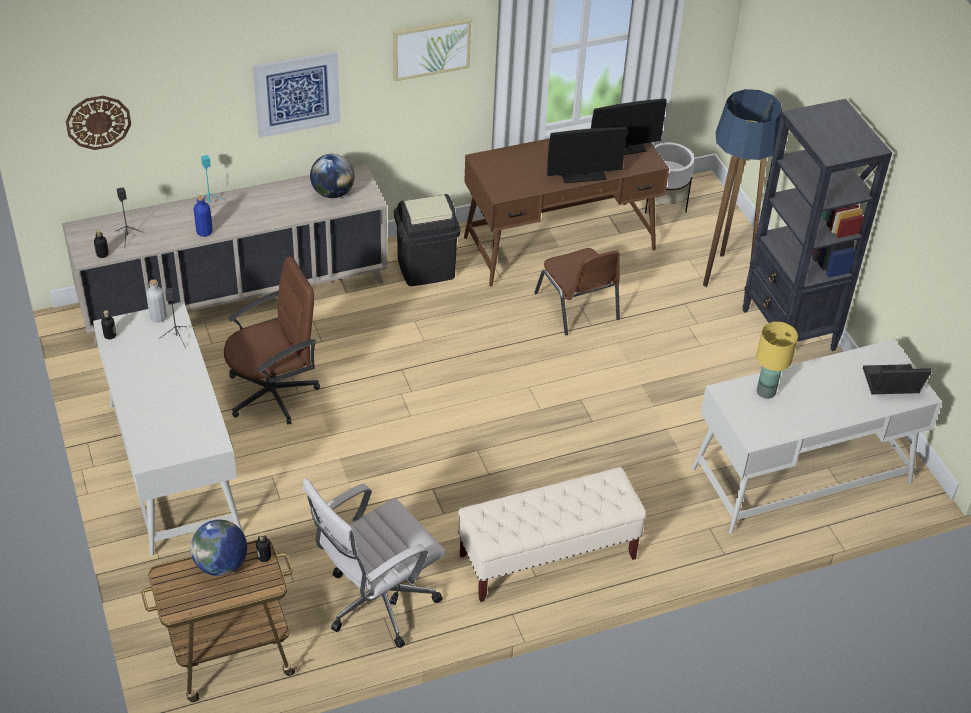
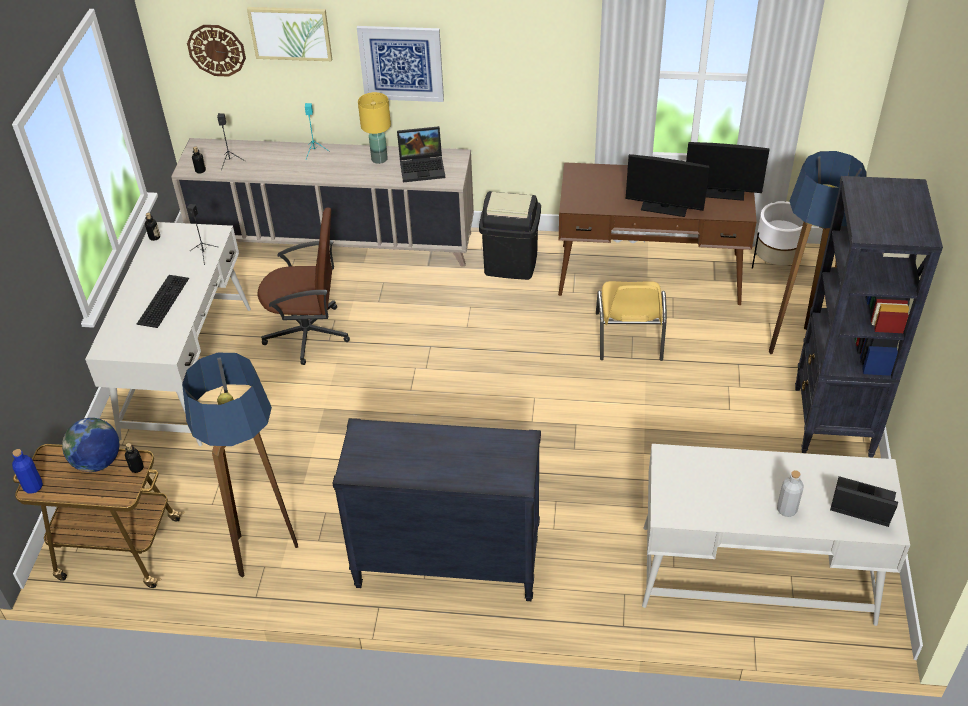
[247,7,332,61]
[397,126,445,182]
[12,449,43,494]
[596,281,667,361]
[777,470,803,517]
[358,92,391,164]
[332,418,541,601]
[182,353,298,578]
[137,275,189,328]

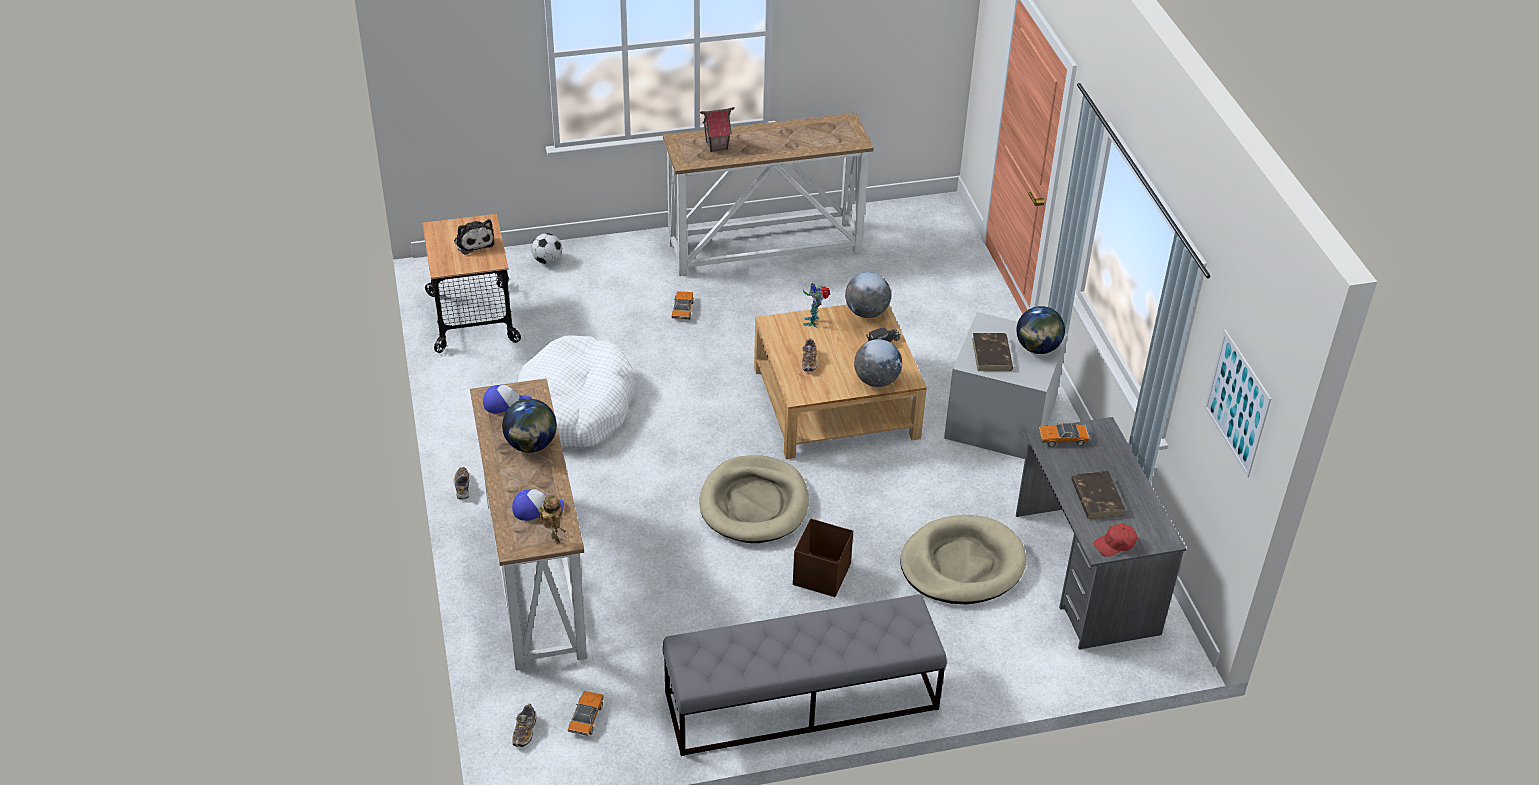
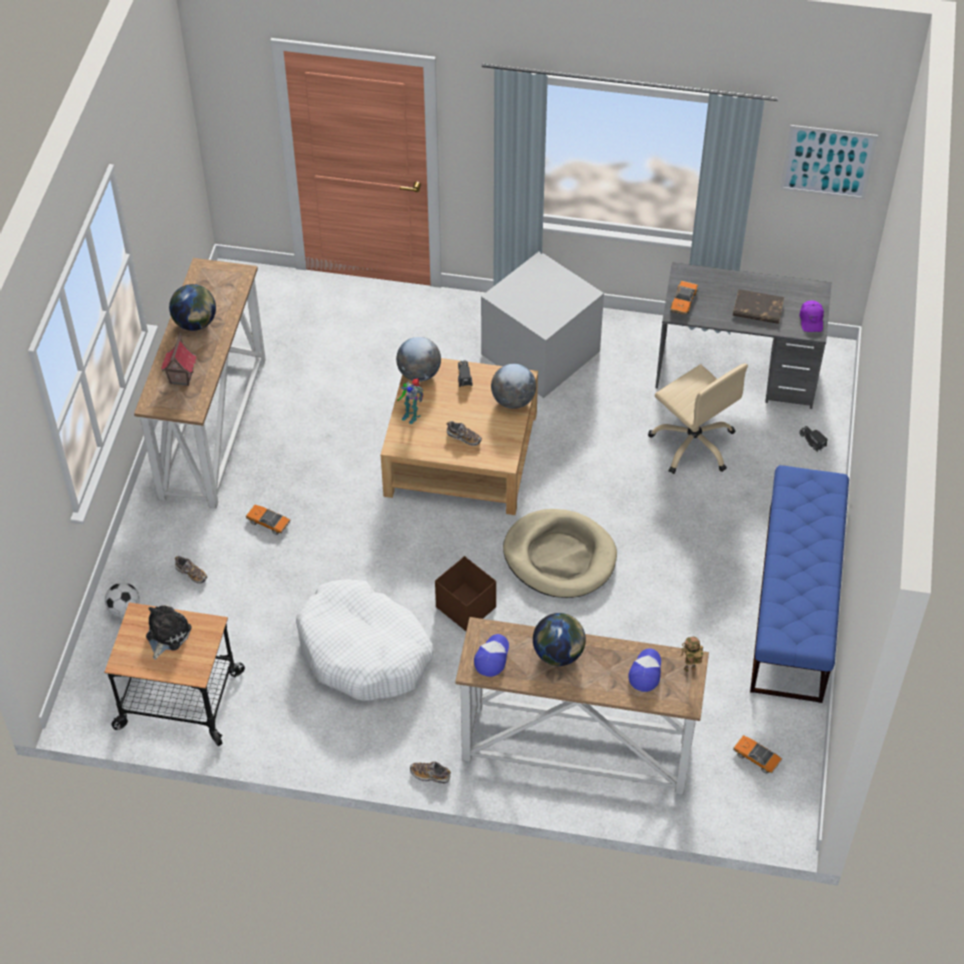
[146,605,192,660]
[169,284,216,331]
[972,333,1013,371] (first image)
[648,363,748,474]
[435,556,496,631]
[799,300,824,332]
[750,465,849,703]
[175,556,207,584]
[799,426,828,452]

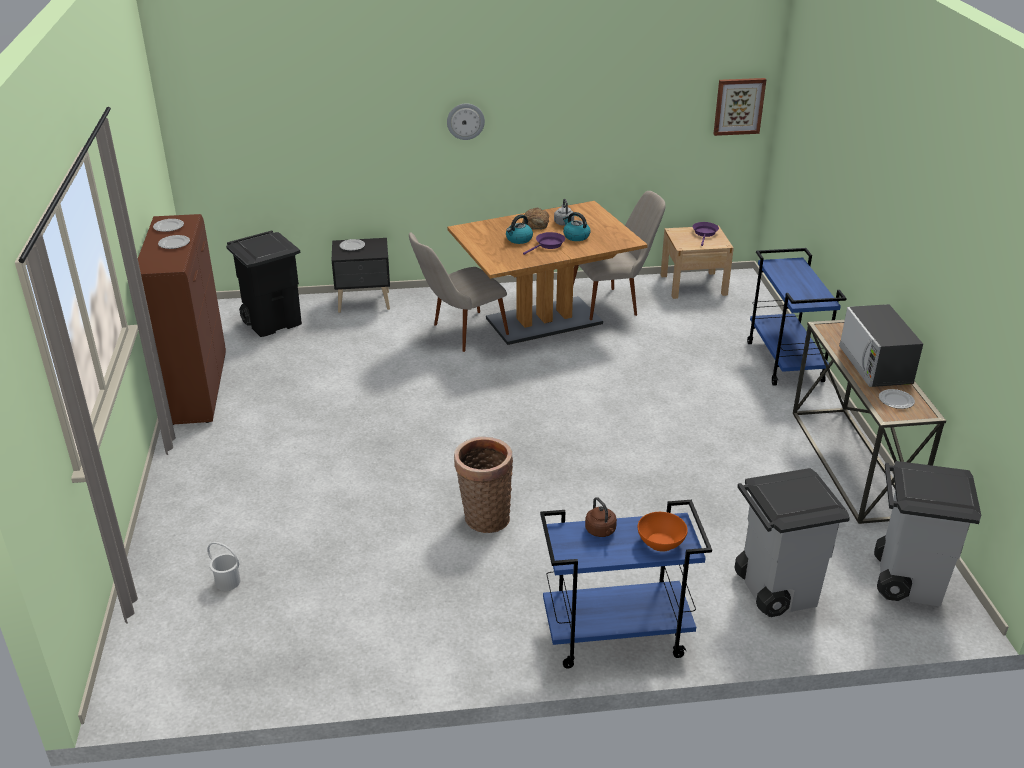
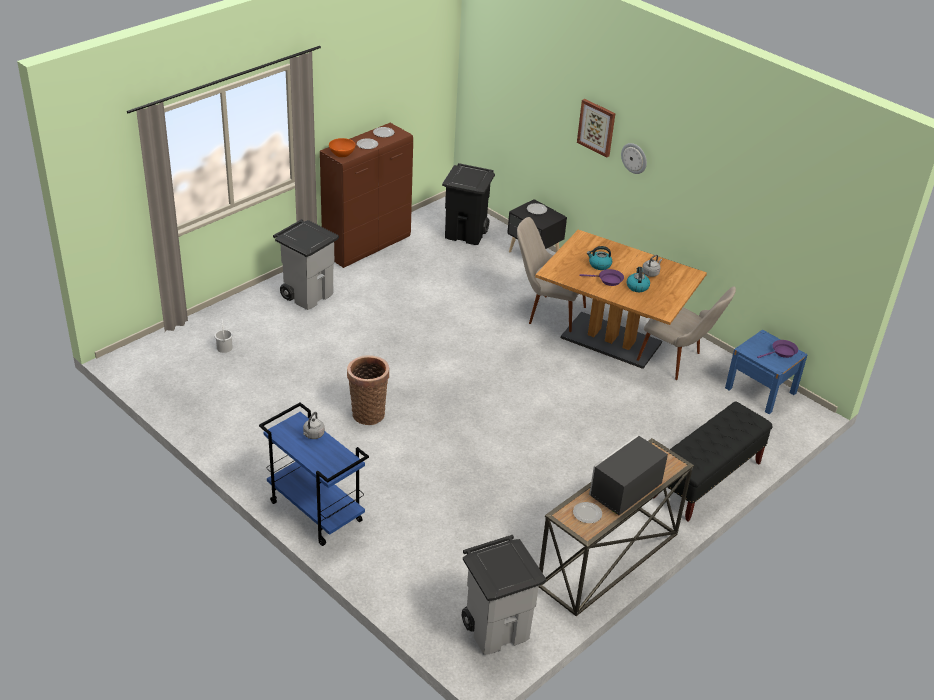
[577,99,615,158]
[522,208,549,230] (first image)
[725,330,808,414]
[654,402,773,521]
[273,219,339,310]
[303,412,325,439]
[329,138,355,157]

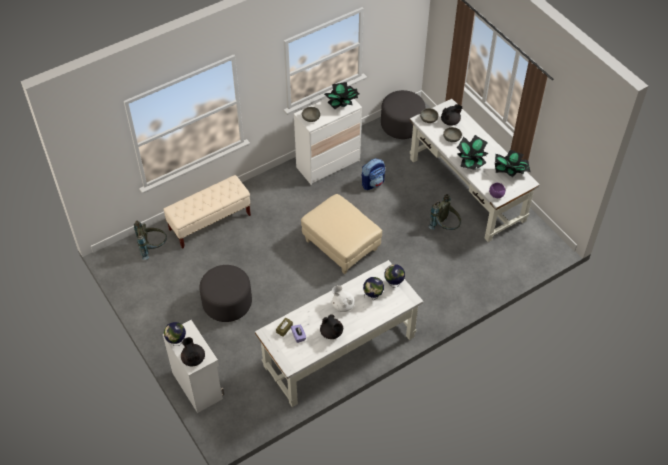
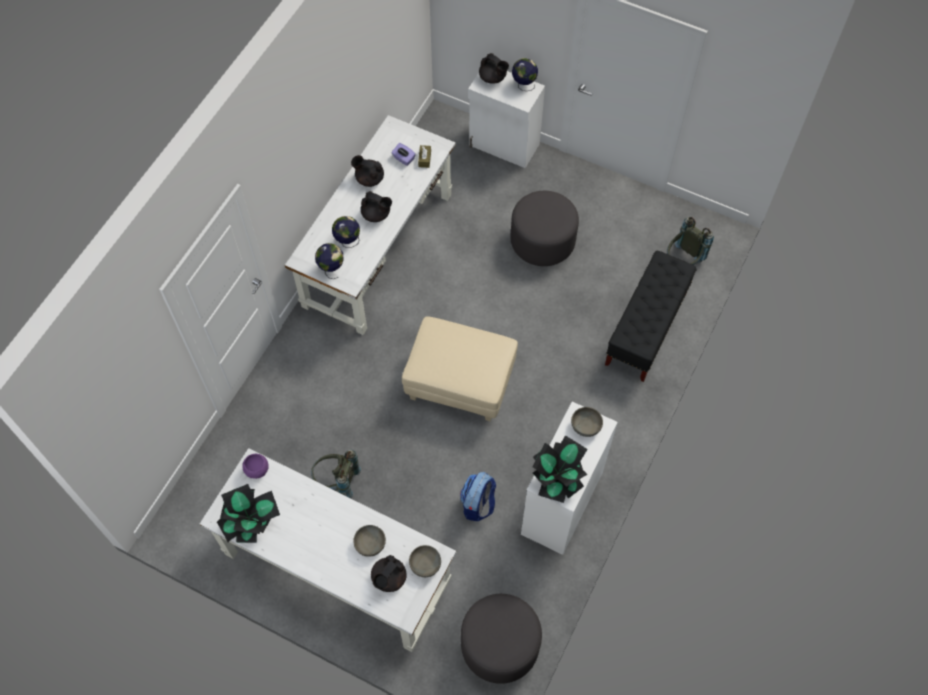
[456,135,488,170] (first image)
[605,251,697,382]
[361,191,392,222]

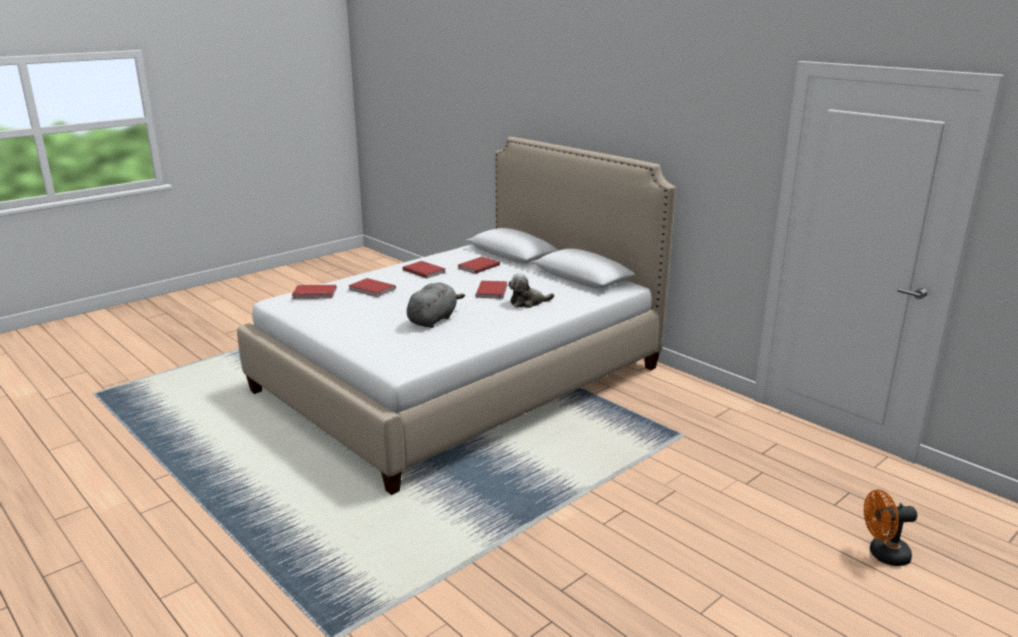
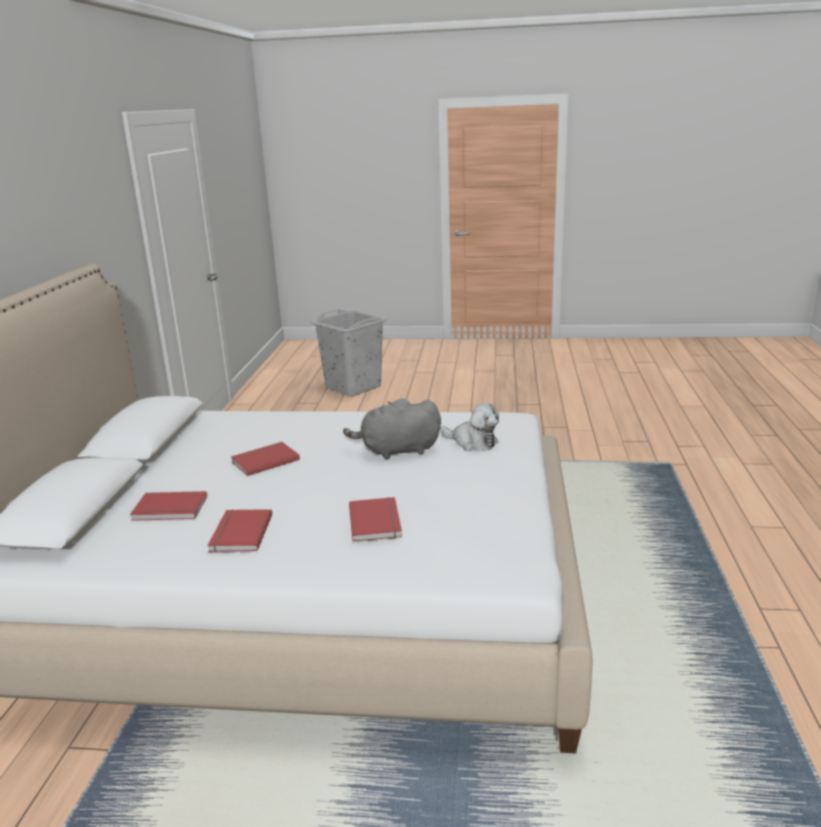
[440,403,499,451]
[292,285,337,299] (first image)
[310,309,387,397]

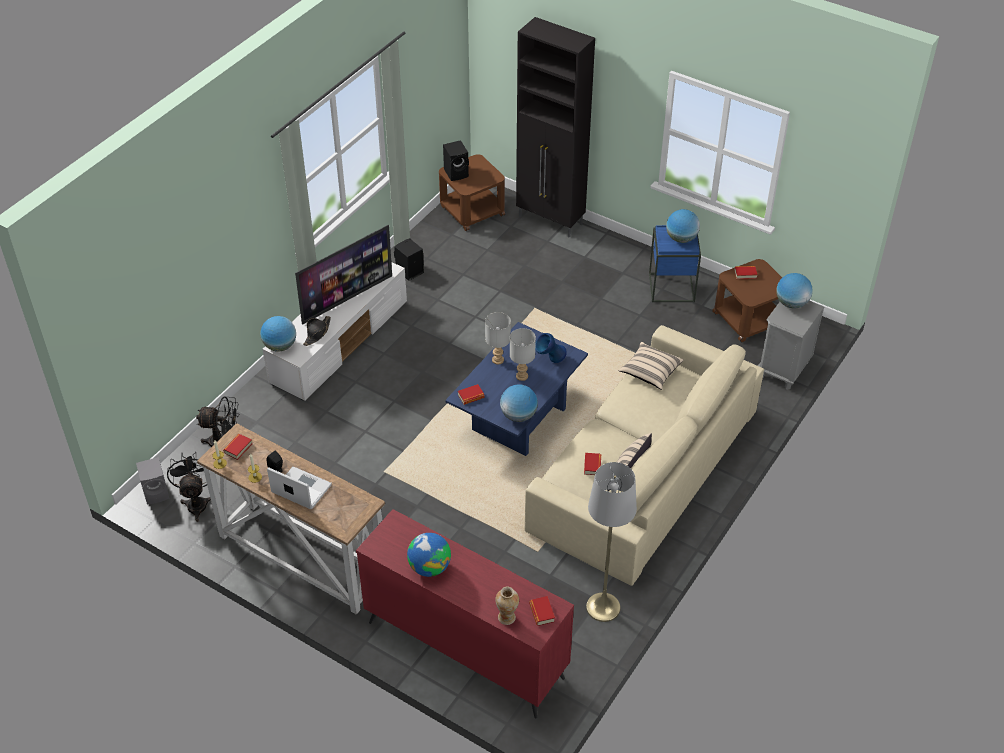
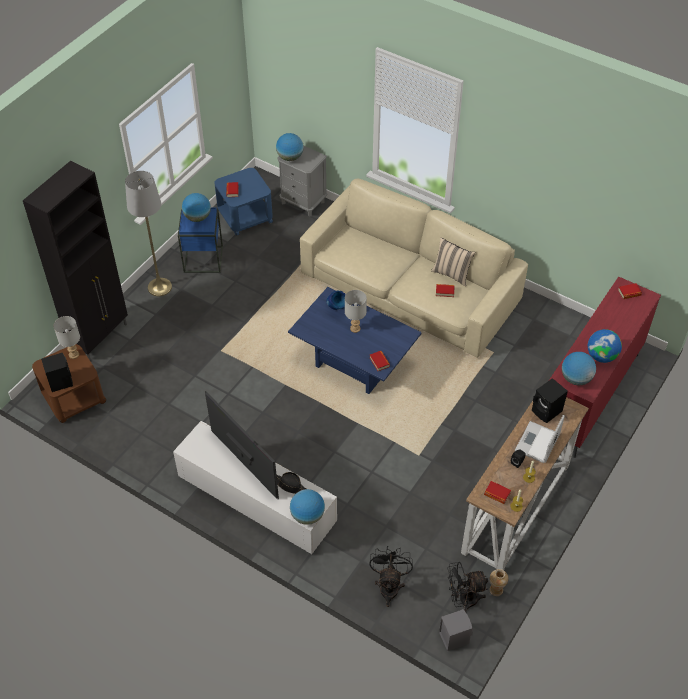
[532,378,568,423]
[214,168,273,236]
[54,316,80,359]
[618,342,684,390] (first image)
[562,352,596,385]
[125,171,172,296]
[489,569,508,596]

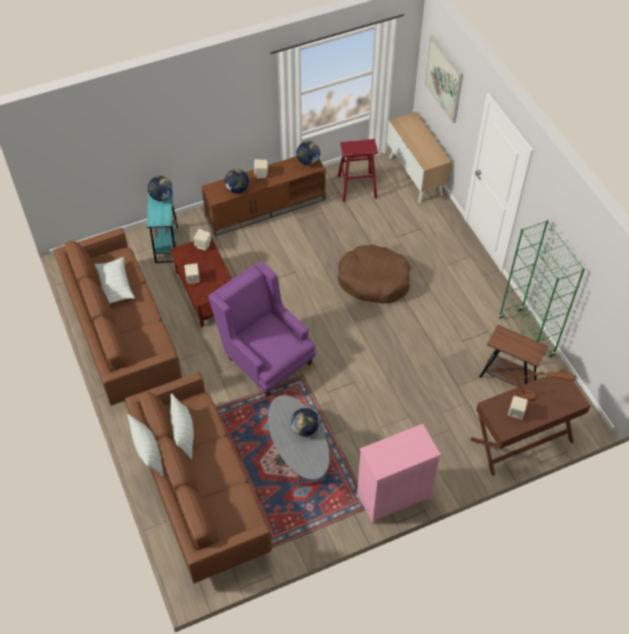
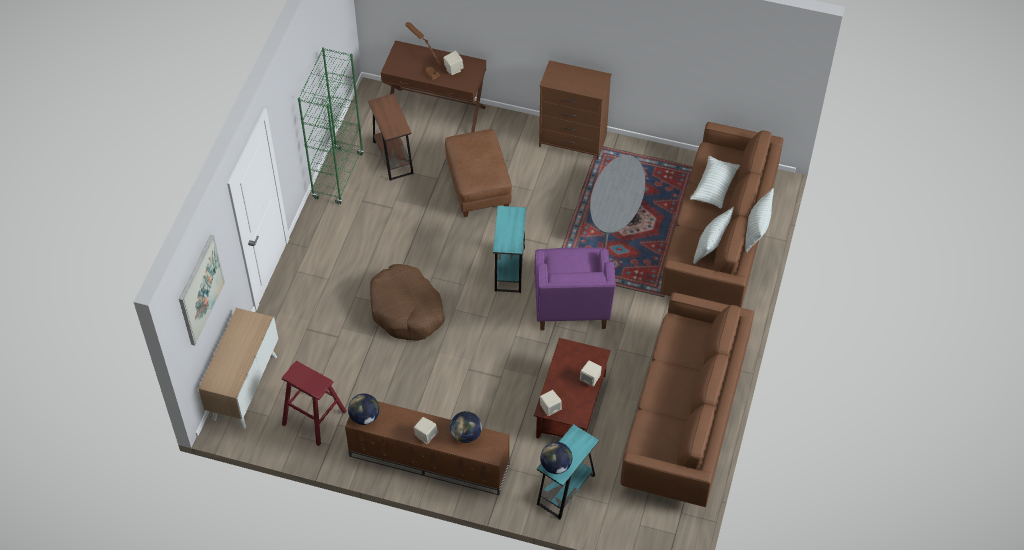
[690,156,740,209]
[291,408,319,436] (first image)
[539,60,612,160]
[445,129,512,217]
[493,206,526,293]

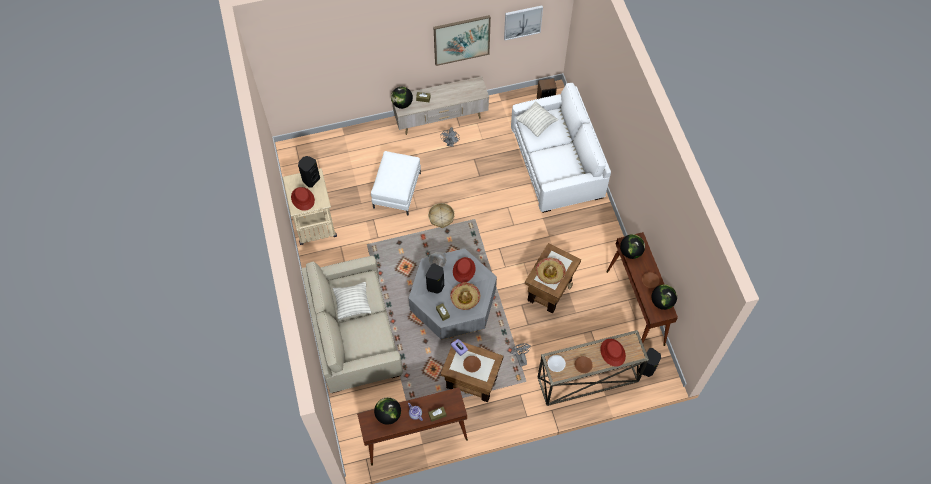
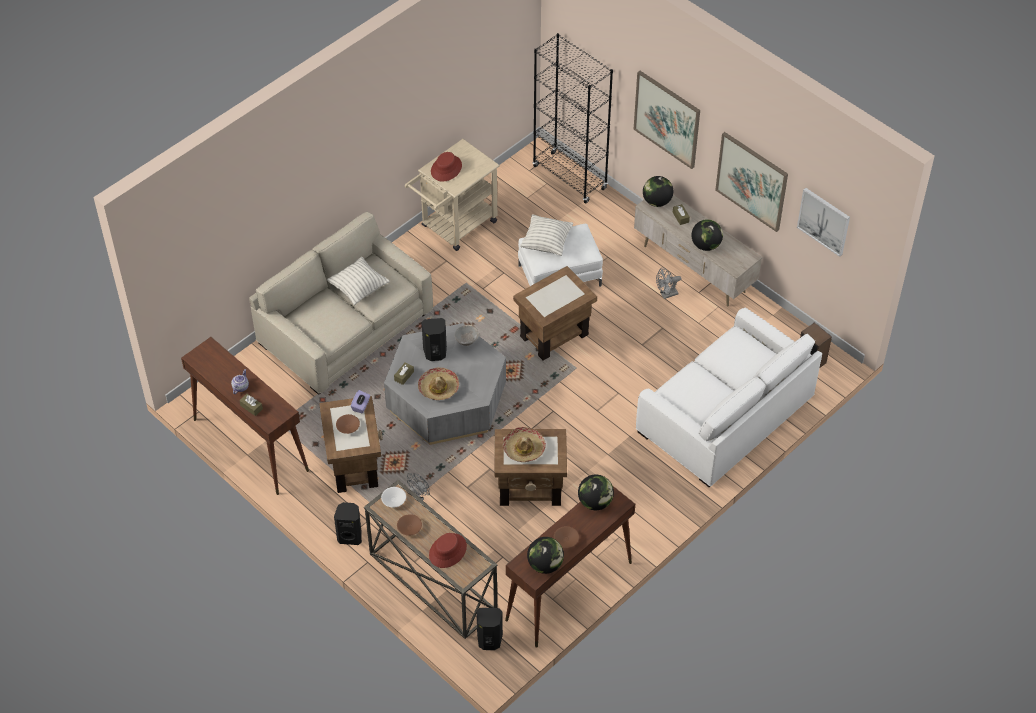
[520,214,573,256]
[334,502,362,545]
[513,266,597,360]
[453,257,475,283] (first image)
[692,219,723,251]
[533,33,613,203]
[634,71,700,169]

